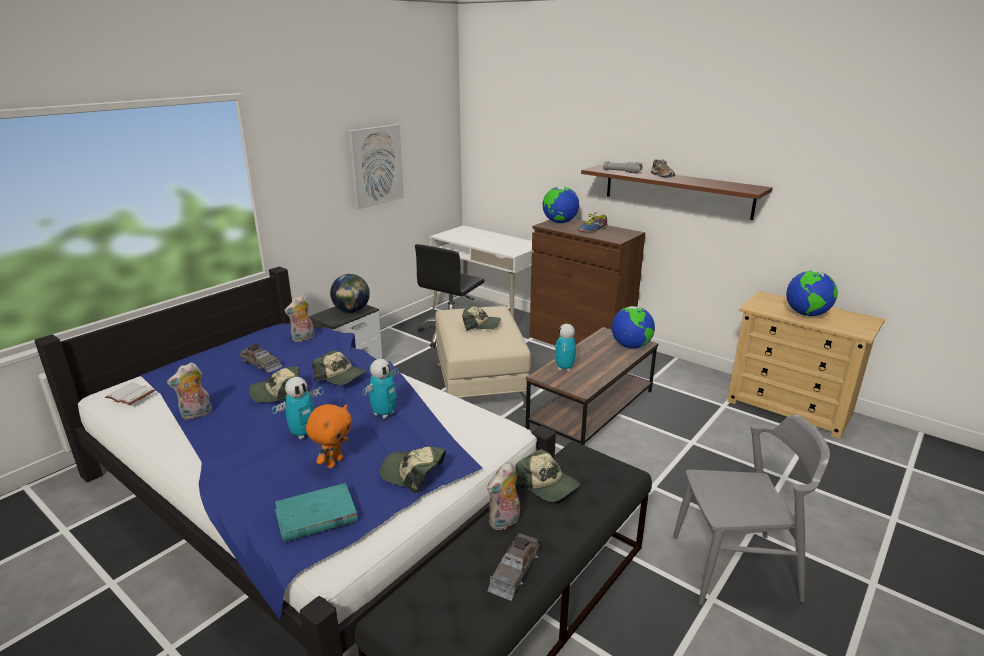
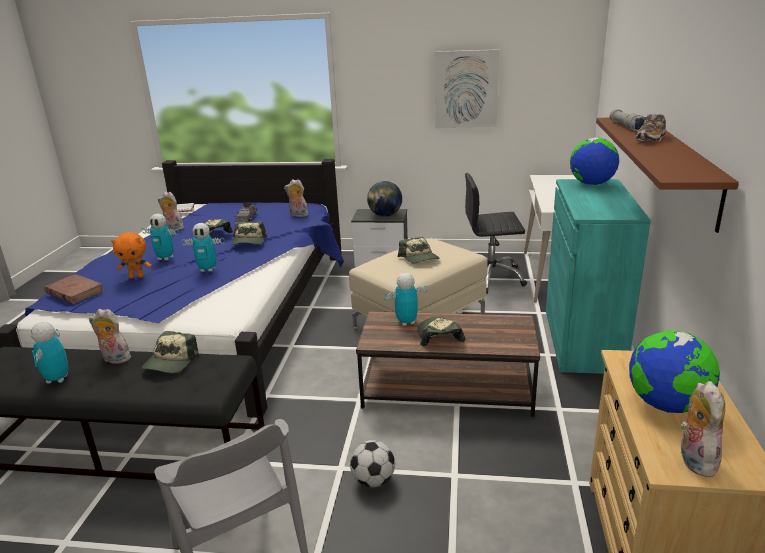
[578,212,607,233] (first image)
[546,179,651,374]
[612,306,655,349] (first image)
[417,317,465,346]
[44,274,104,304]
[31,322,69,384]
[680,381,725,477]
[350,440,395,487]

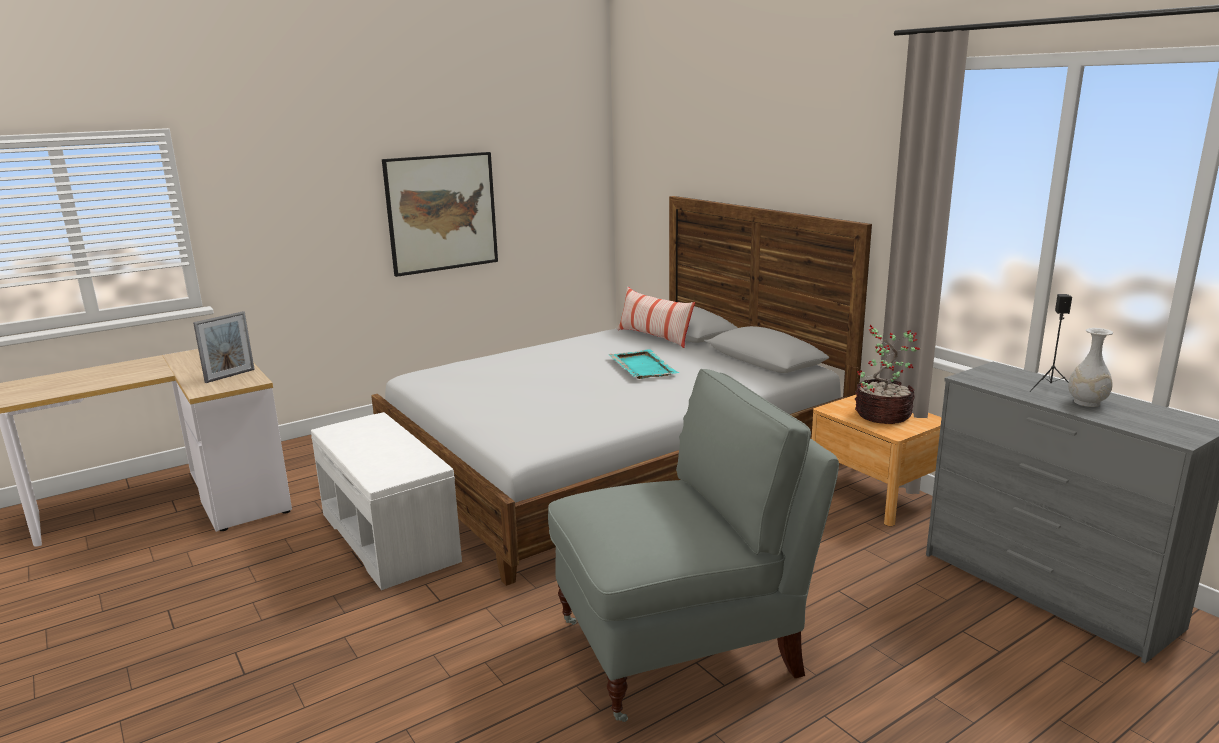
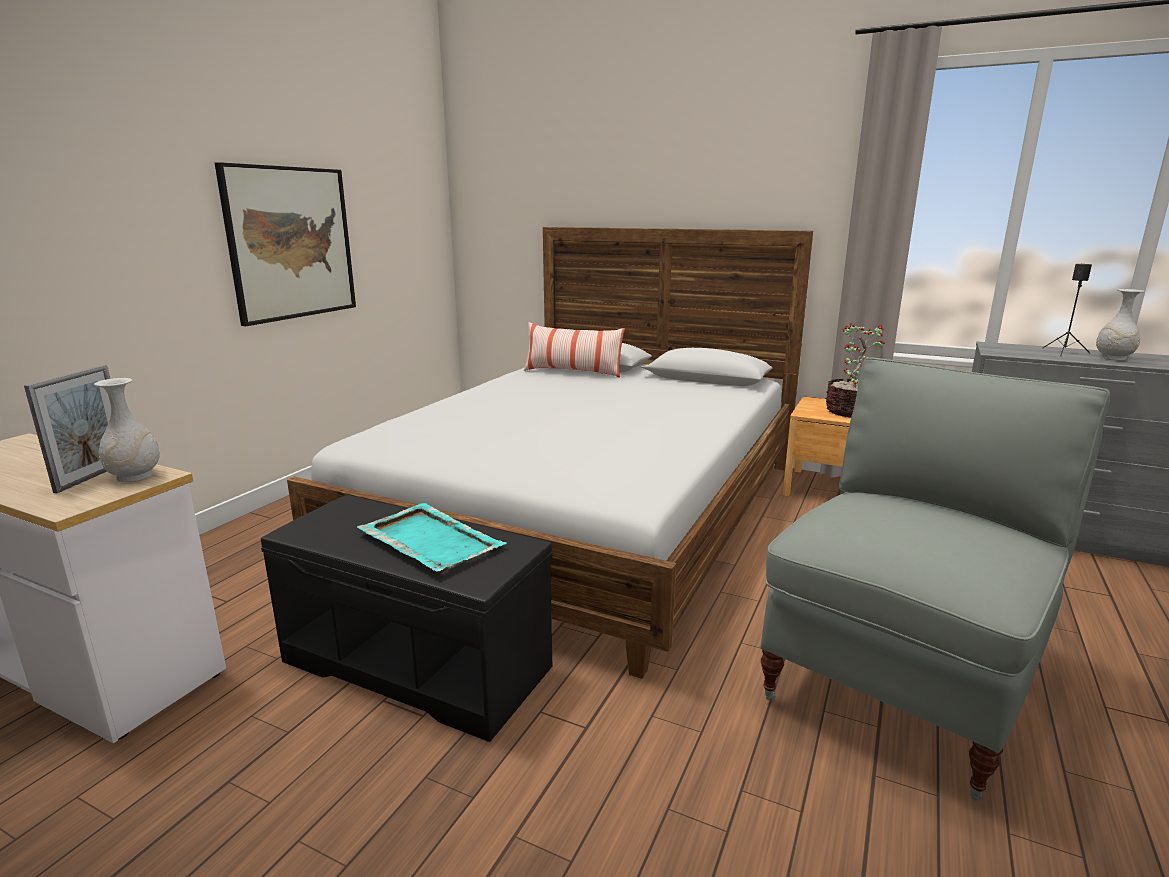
[357,503,507,572]
[261,495,552,742]
[94,378,160,482]

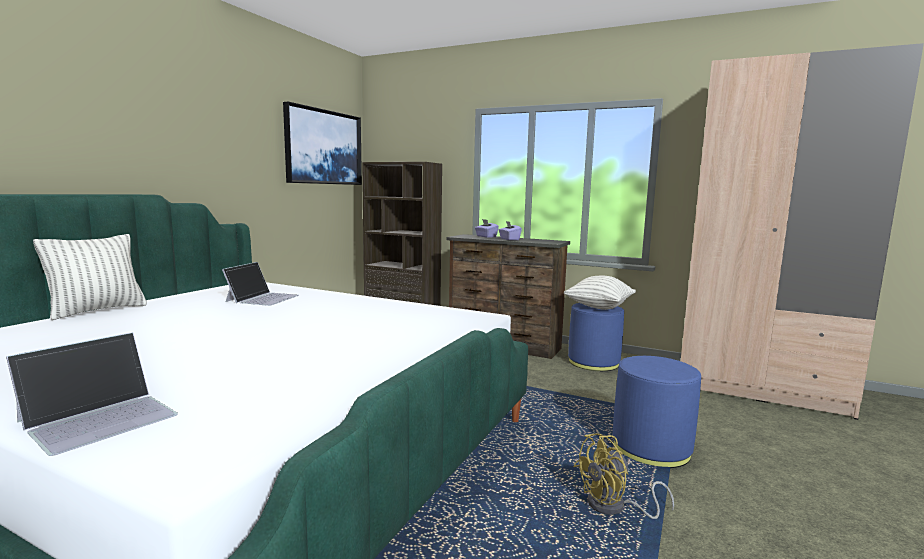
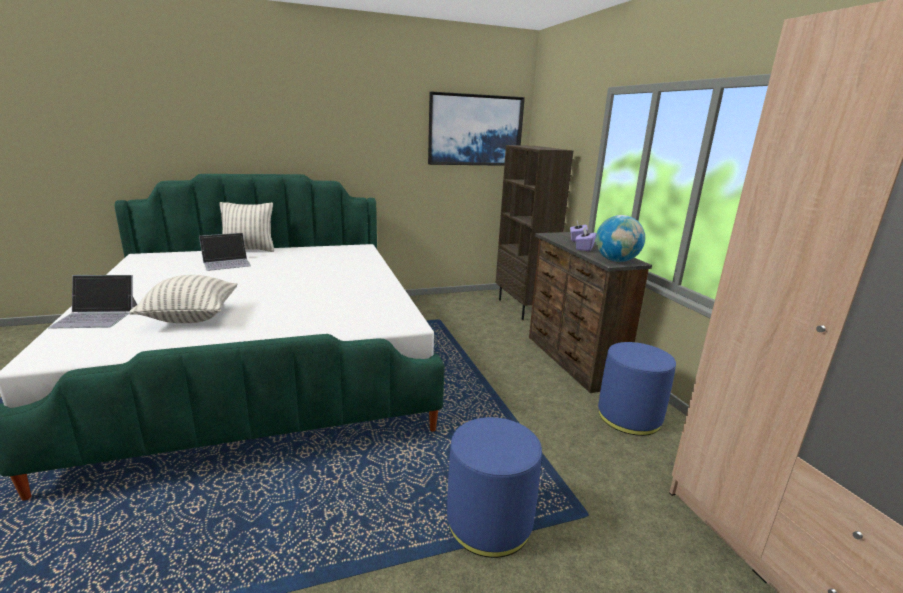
[199,233,251,271]
[129,275,237,323]
[573,433,674,519] (first image)
[596,215,645,262]

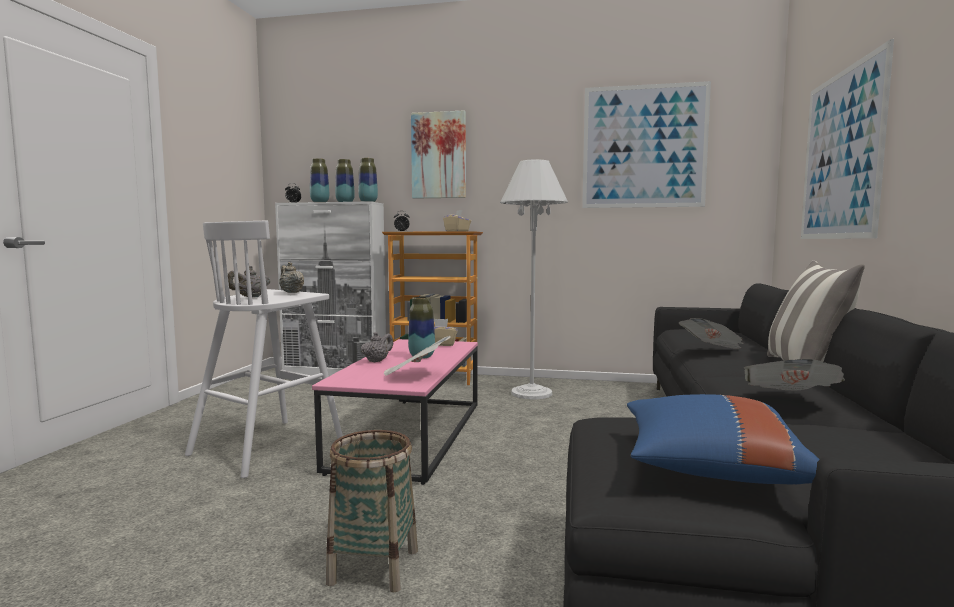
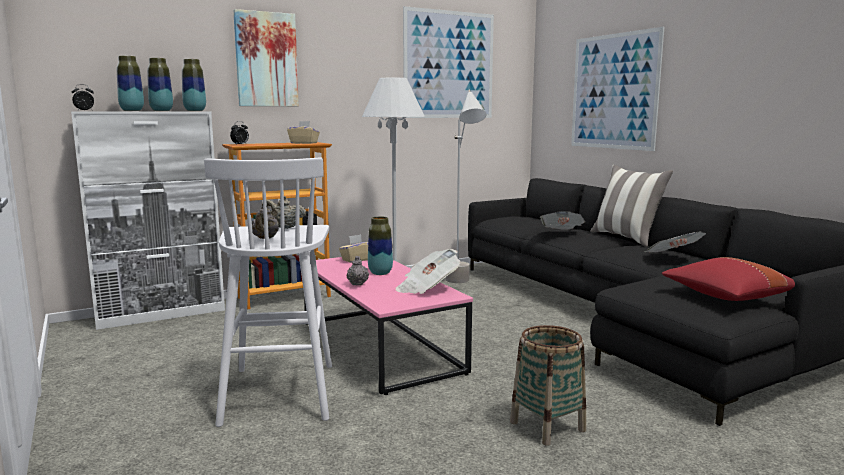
[662,257,795,301]
[445,90,486,283]

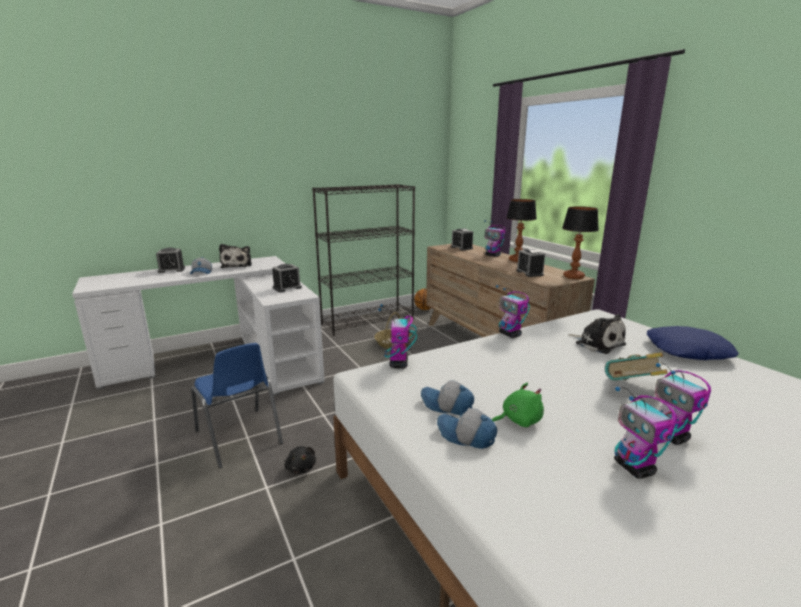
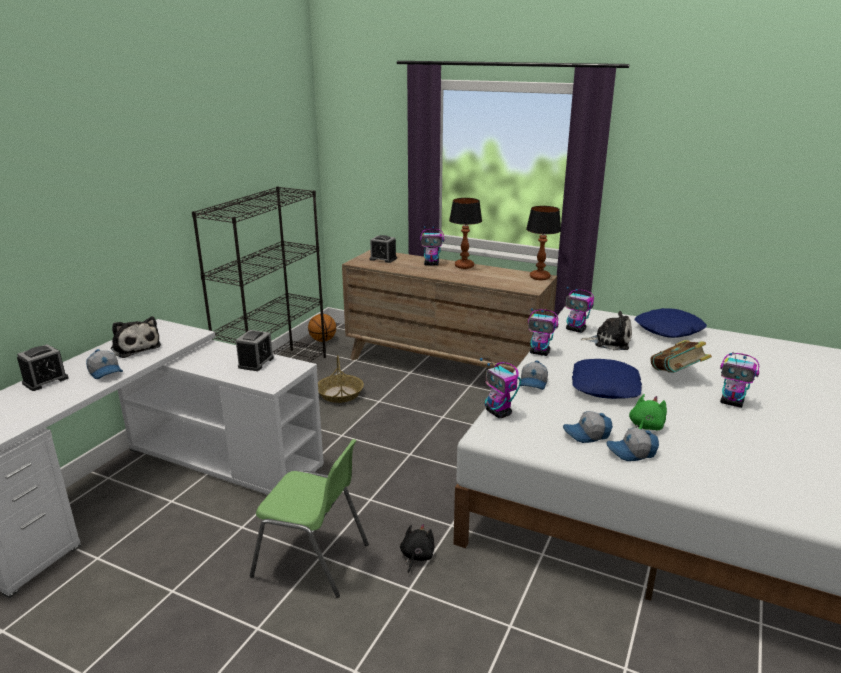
[517,249,545,277] (first image)
[250,439,369,598]
[565,286,594,333]
[400,524,434,573]
[572,359,642,399]
[520,360,548,390]

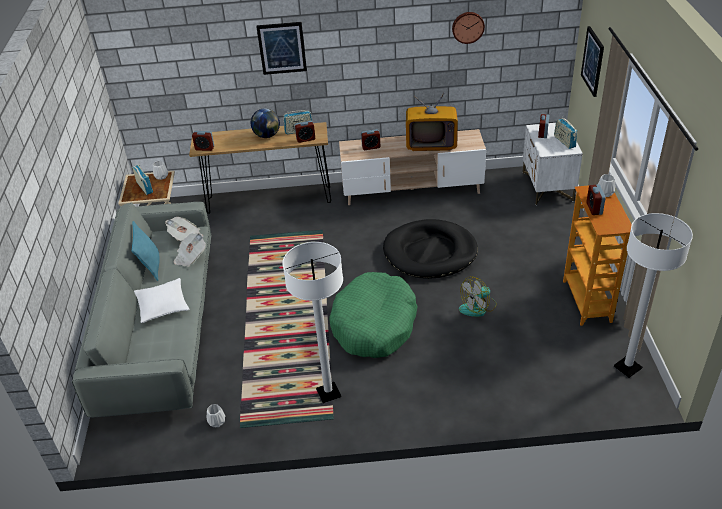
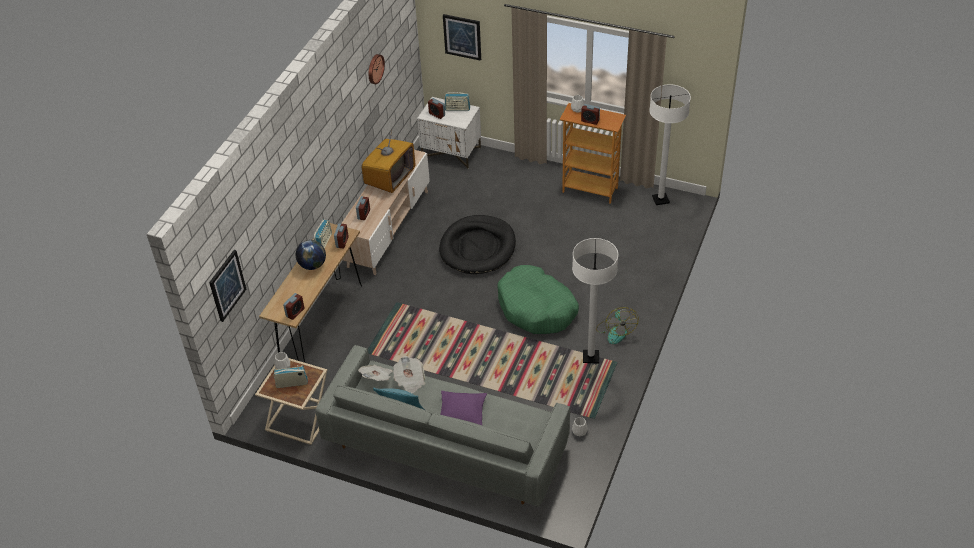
[209,250,246,322]
[596,307,639,344]
[440,391,487,425]

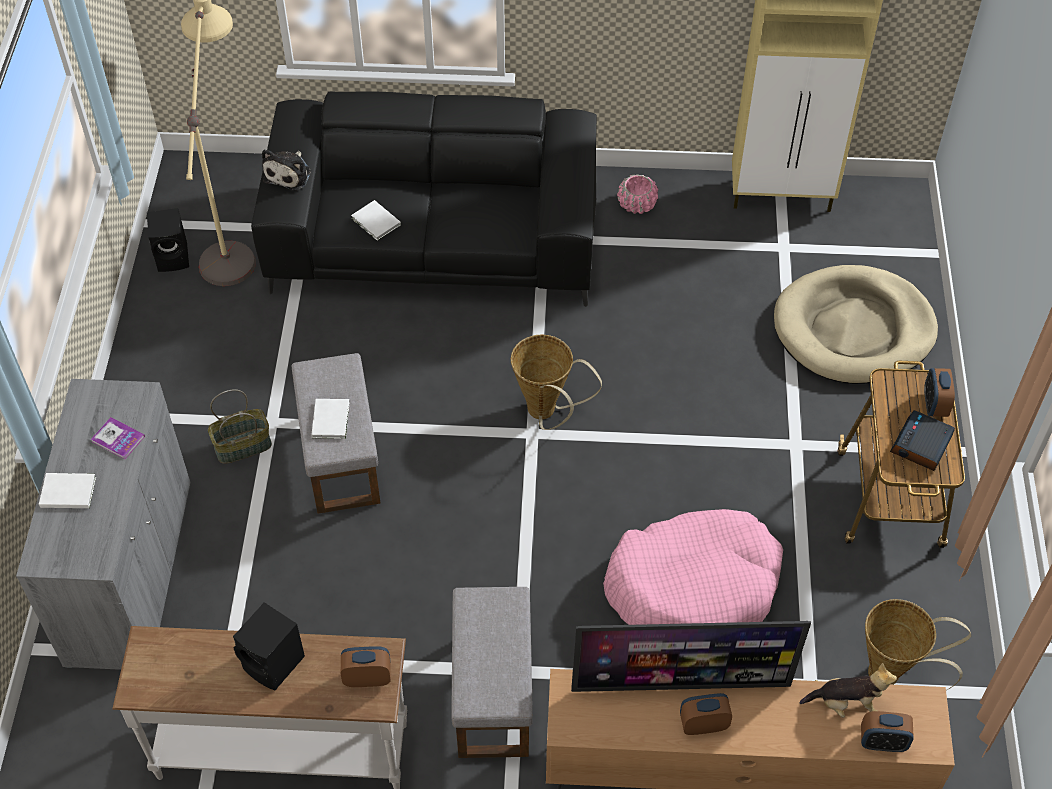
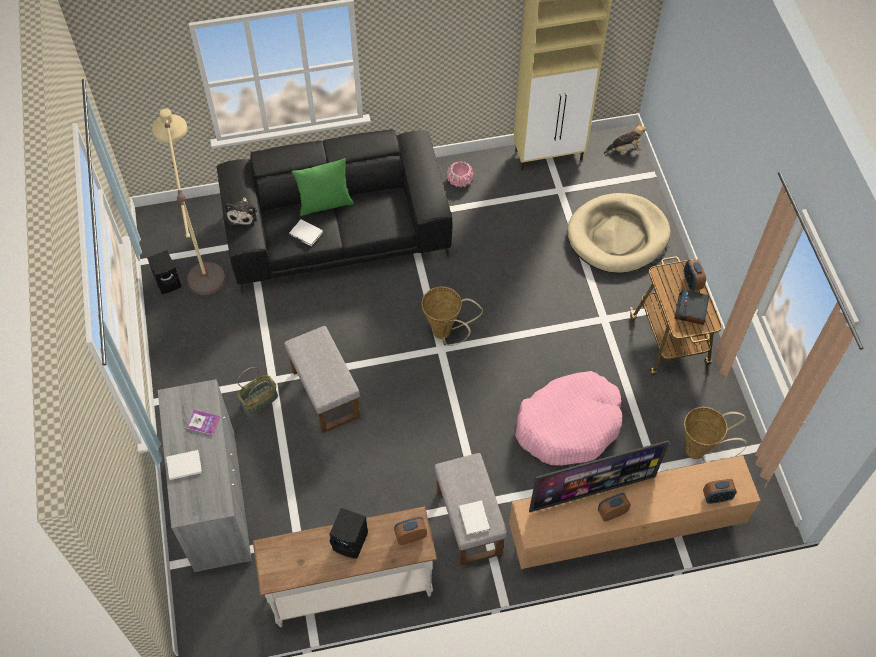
[459,500,490,535]
[604,122,647,154]
[291,158,354,216]

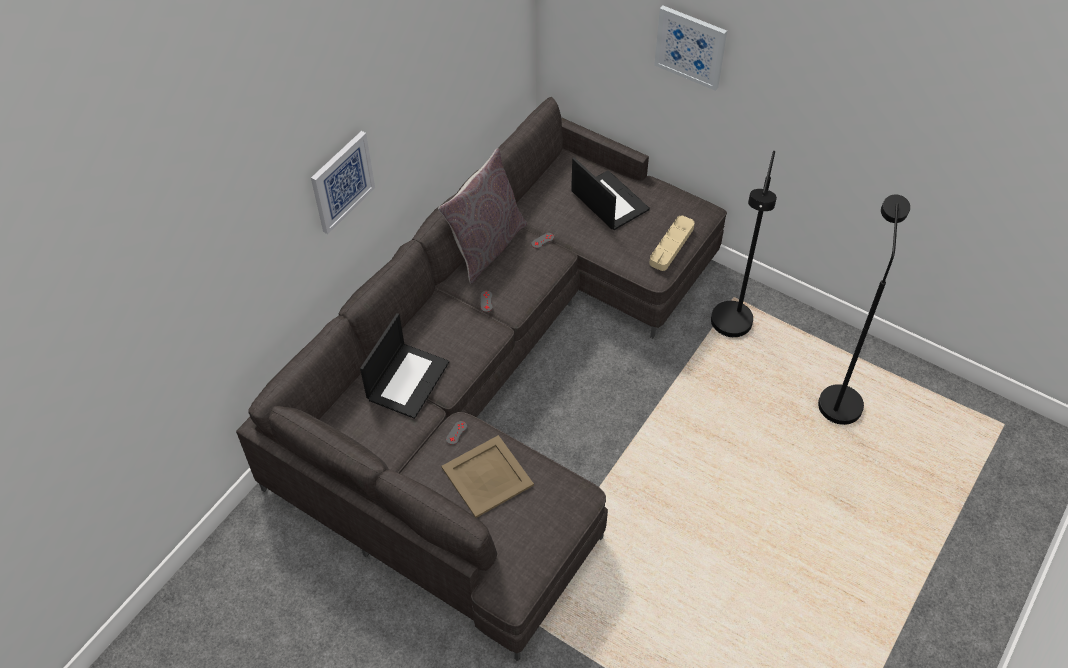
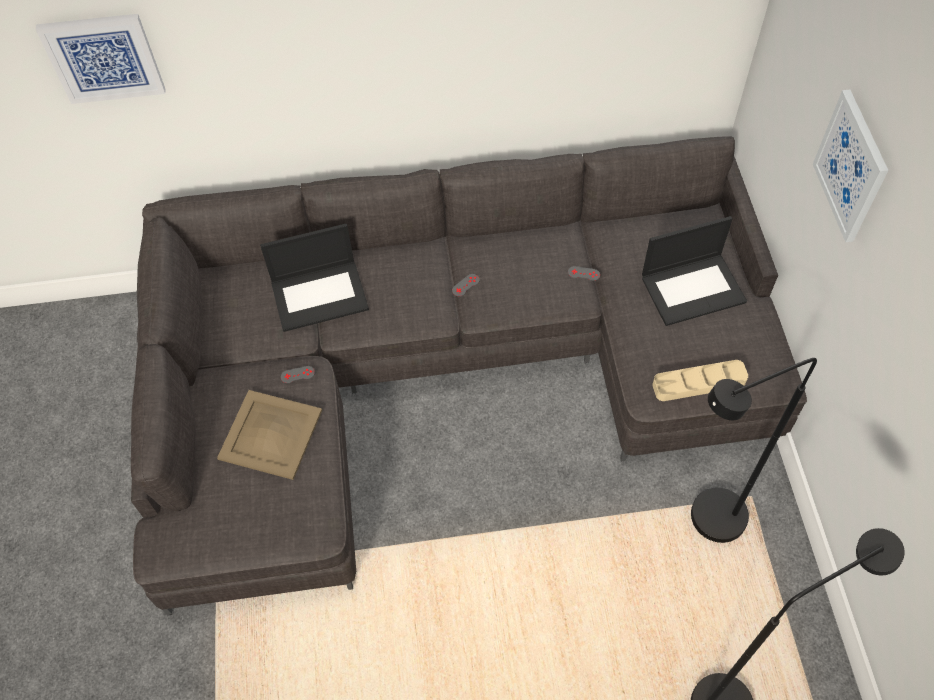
[36,14,165,104]
[438,148,527,284] (first image)
[642,216,747,326]

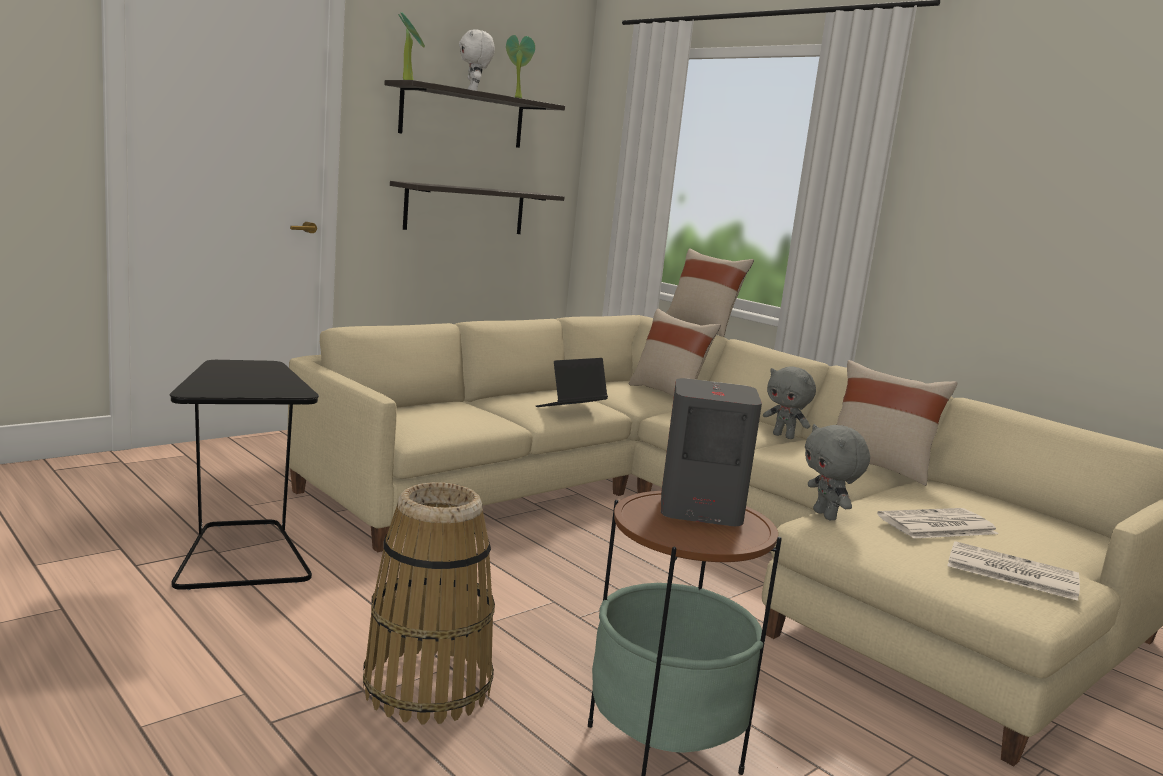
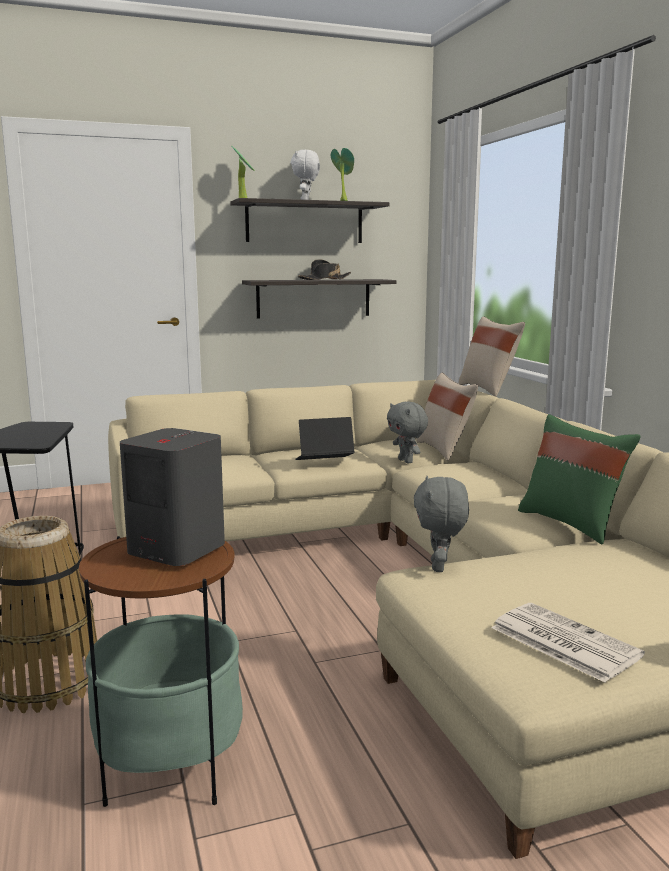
[518,414,641,544]
[387,401,428,463]
[877,508,998,539] (first image)
[298,259,351,280]

